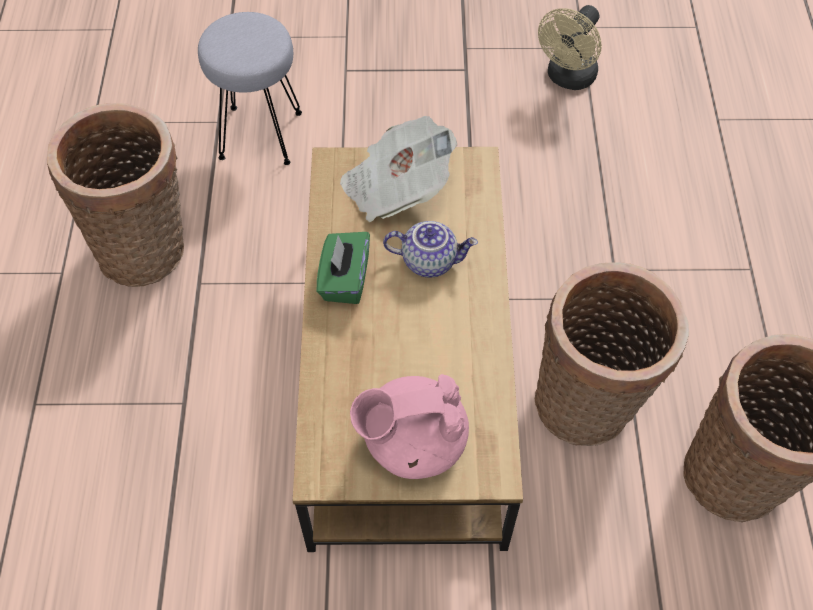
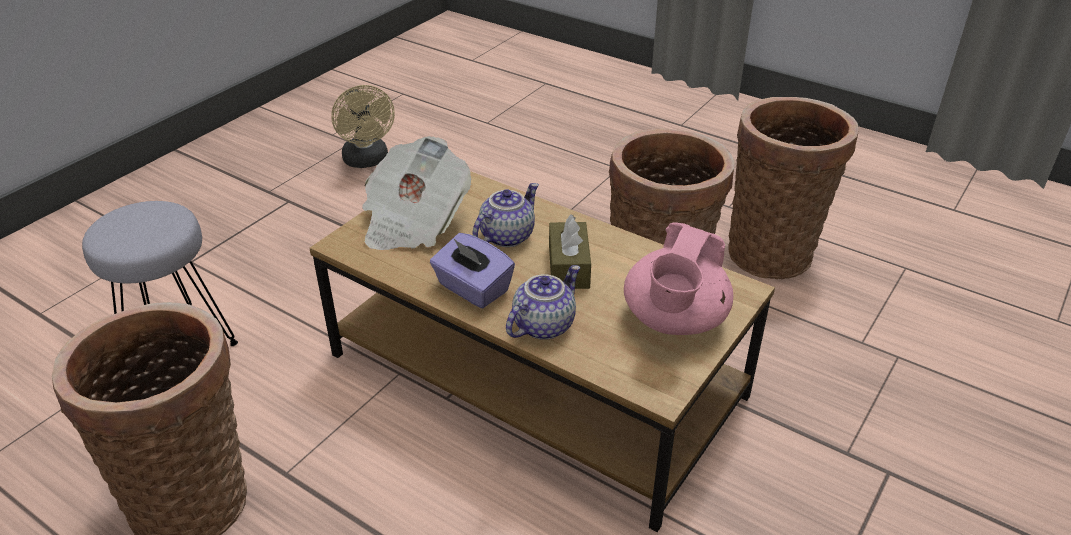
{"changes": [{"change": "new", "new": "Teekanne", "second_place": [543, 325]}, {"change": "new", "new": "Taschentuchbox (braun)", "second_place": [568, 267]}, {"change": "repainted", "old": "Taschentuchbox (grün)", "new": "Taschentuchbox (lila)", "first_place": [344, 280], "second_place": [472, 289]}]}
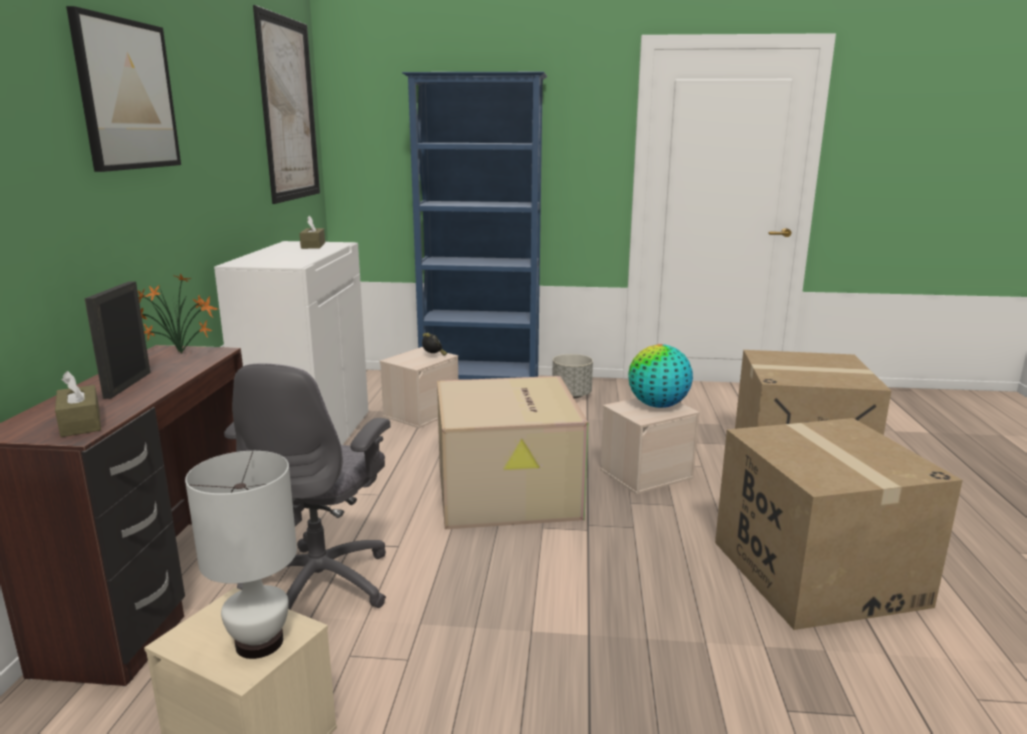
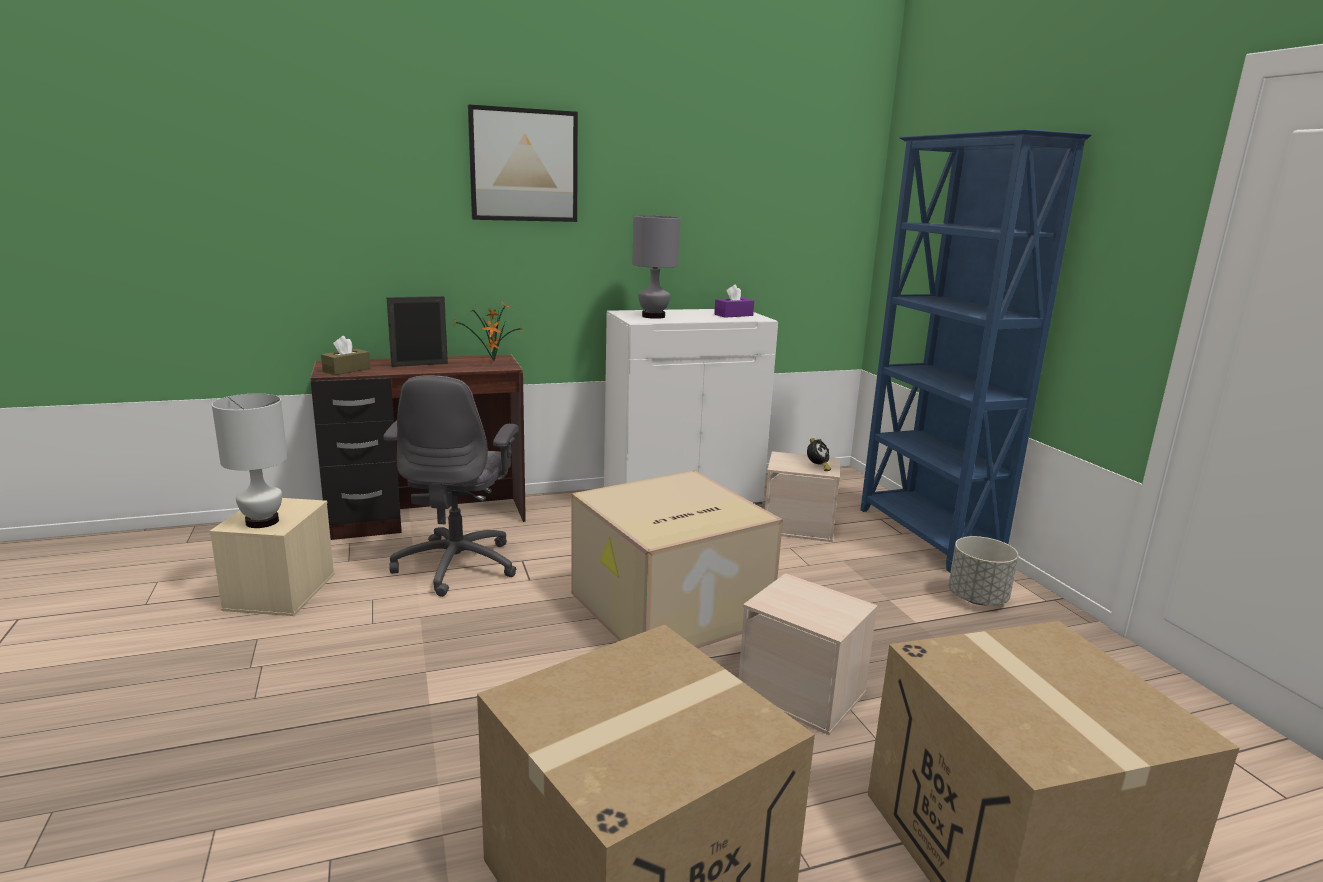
{"changes": [{"change": "gone", "old": "Bild", "first_place": [289, 110]}, {"change": "gone", "old": "Globus", "first_place": [657, 405]}, {"change": "new", "new": "Tischlampe (grau)", "second_place": [653, 316]}, {"change": "repainted", "old": "Taschentuchbox (braun)", "new": "Taschentuchbox (lila)", "first_place": [313, 245], "second_place": [733, 315]}, {"change": "rotated", "old": "Bürostuhl (grau)", "first_place": [321, 584], "second_place": [458, 565], "degrees": -75}]}
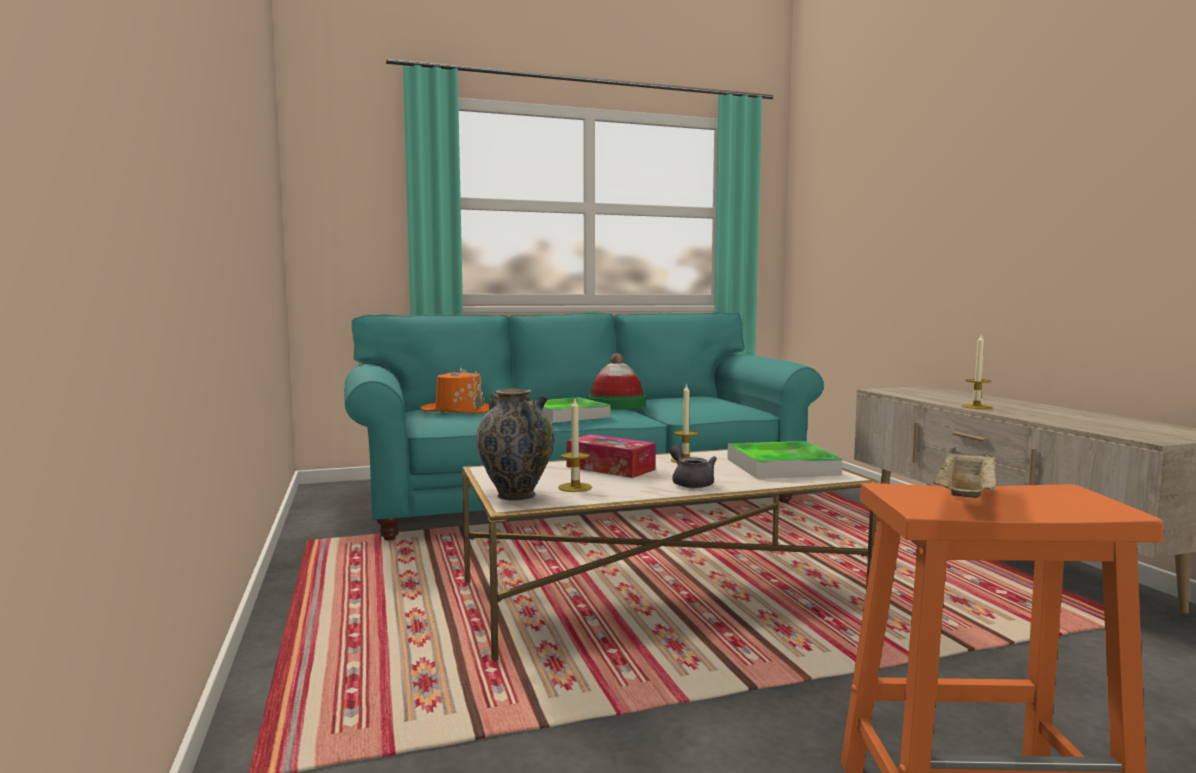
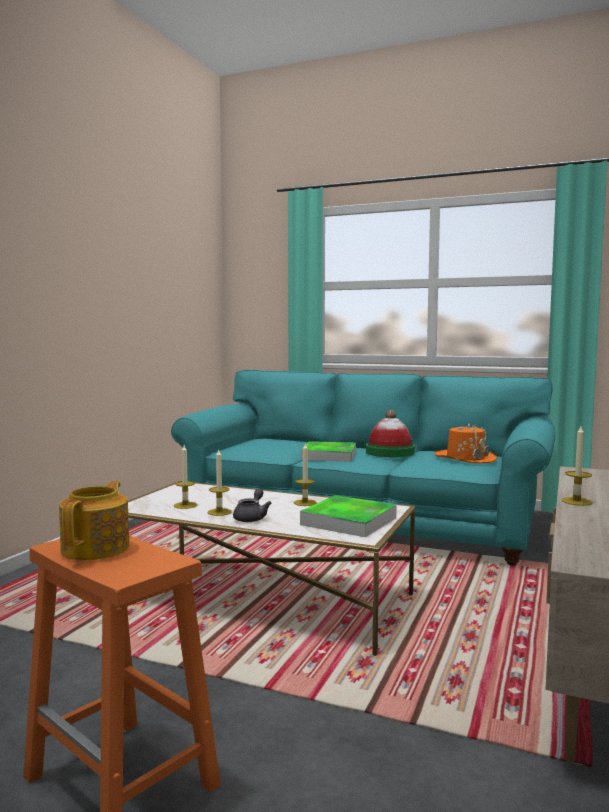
{"changes": [{"change": "gone", "old": "Vase", "first_place": [516, 495]}, {"change": "gone", "old": "Taschentuchbox", "first_place": [610, 468]}, {"change": "new", "new": "Kerze", "second_place": [219, 512]}, {"change": "shifted", "old": "Hut (orange)", "first_place": [458, 410], "second_place": [465, 458]}, {"change": "swapped", "old": "Tablett (beige)", "new": "Teekanne", "first_place": [966, 499], "second_place": [97, 548]}]}
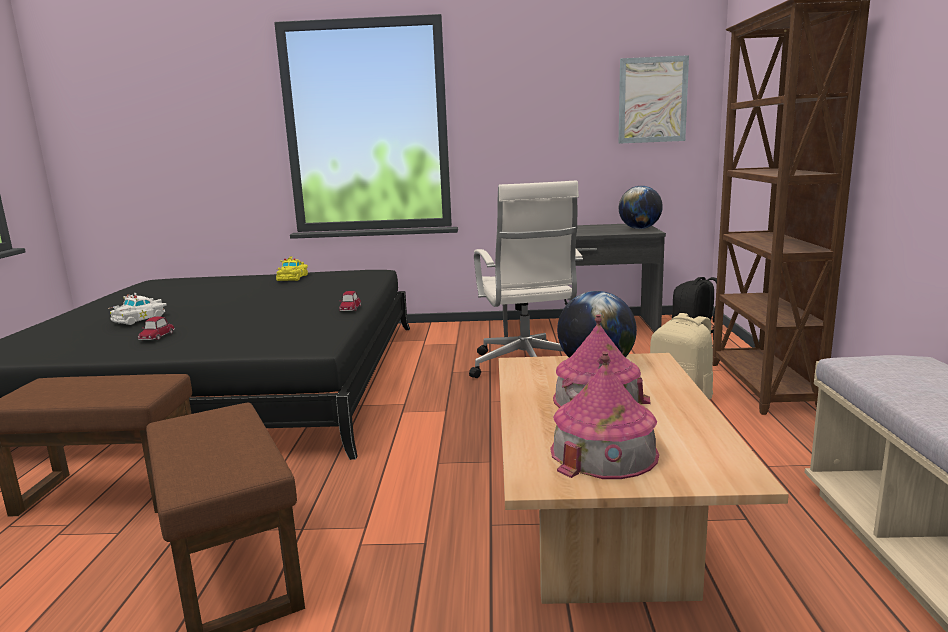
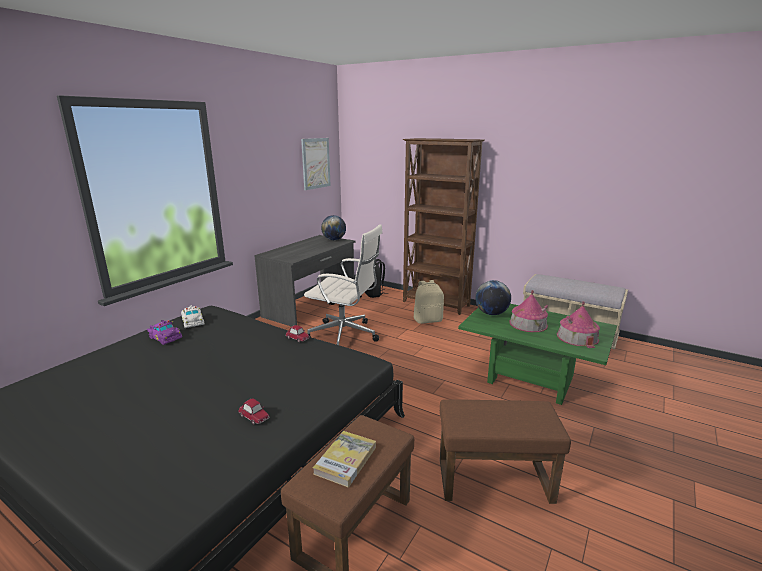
{"changes": [{"change": "new", "new": "Buch", "second_place": [345, 460]}, {"change": "shifted", "old": "Spielzeugauto (weiß)", "first_place": [140, 319], "second_place": [193, 321]}, {"change": "repainted", "old": "Spielzeugauto (gelb)", "new": "Spielzeugauto (lila)", "first_place": [293, 277], "second_place": [165, 337]}, {"change": "repainted", "old": "Couchtisch (beige)", "new": "Couchtisch (grün)", "first_place": [604, 543], "second_place": [530, 379]}]}
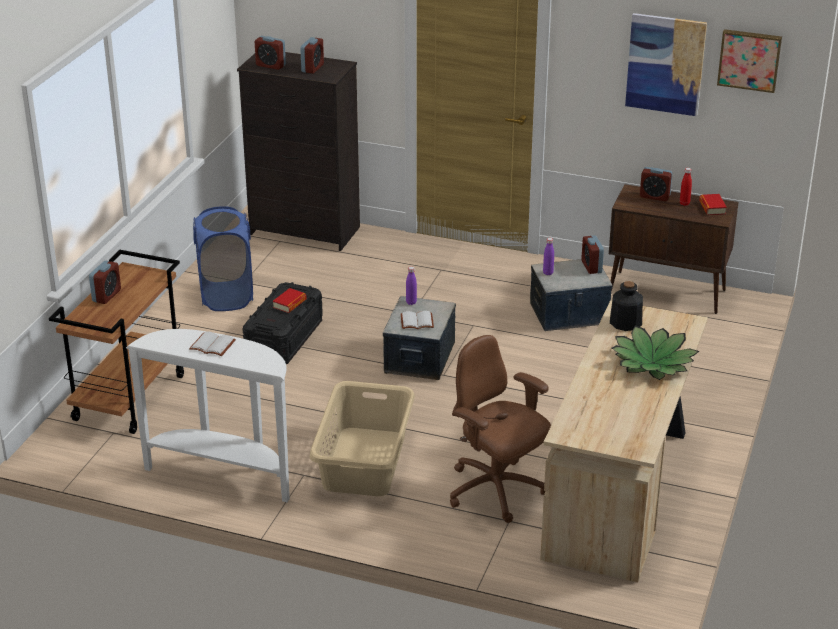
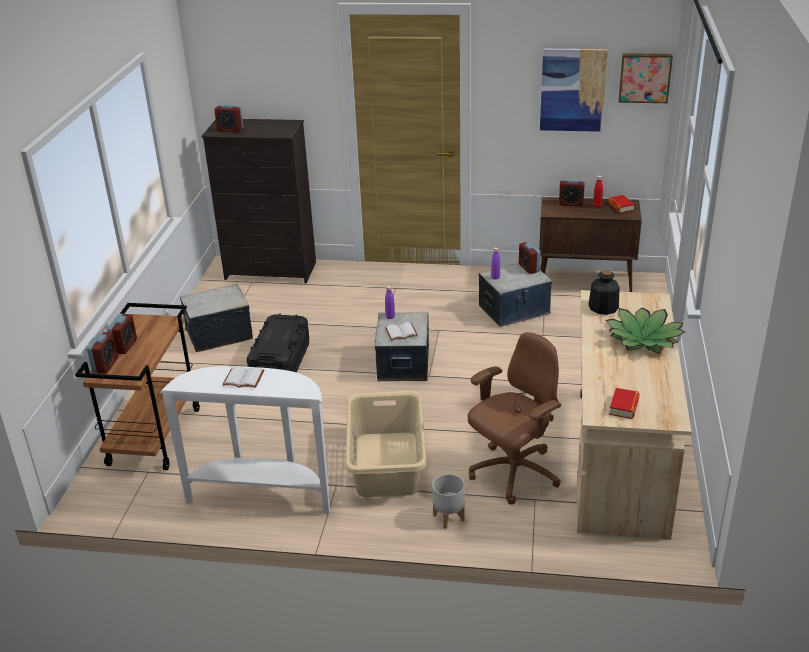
{"changes": [{"change": "new", "new": "Pflanzkübel (grau)", "second_place": [448, 517]}, {"change": "shifted", "old": "Buch", "first_place": [289, 304], "second_place": [624, 407]}, {"change": "shifted", "old": "Wecker", "first_place": [312, 68], "second_place": [105, 365]}, {"change": "swapped", "old": "Wäschekorb (blau)", "new": "Aufbewahrungsbox", "first_place": [226, 296], "second_place": [219, 334]}, {"change": "rotated", "old": "Bürostuhl (braun)", "first_place": [496, 491], "second_place": [513, 473], "degrees": 105}]}
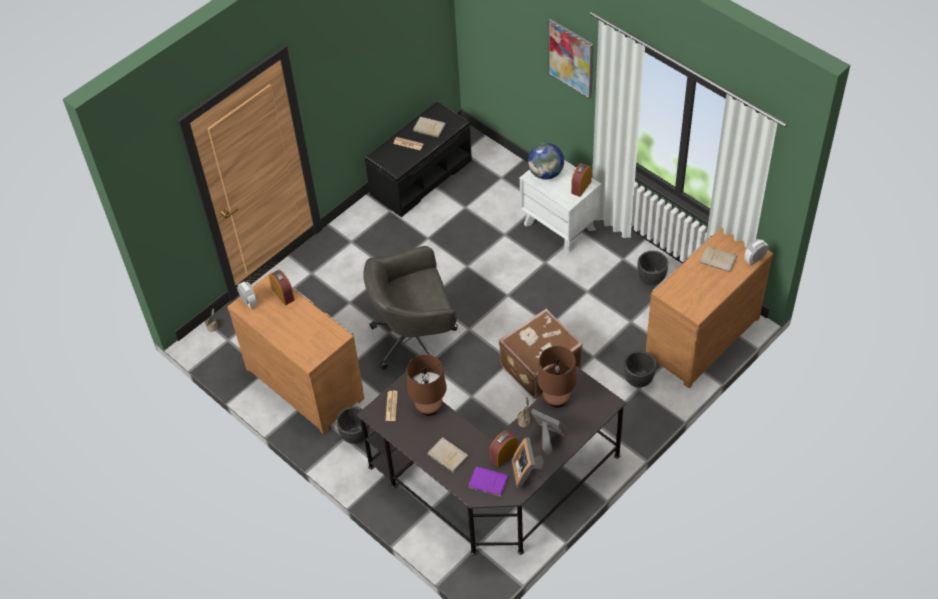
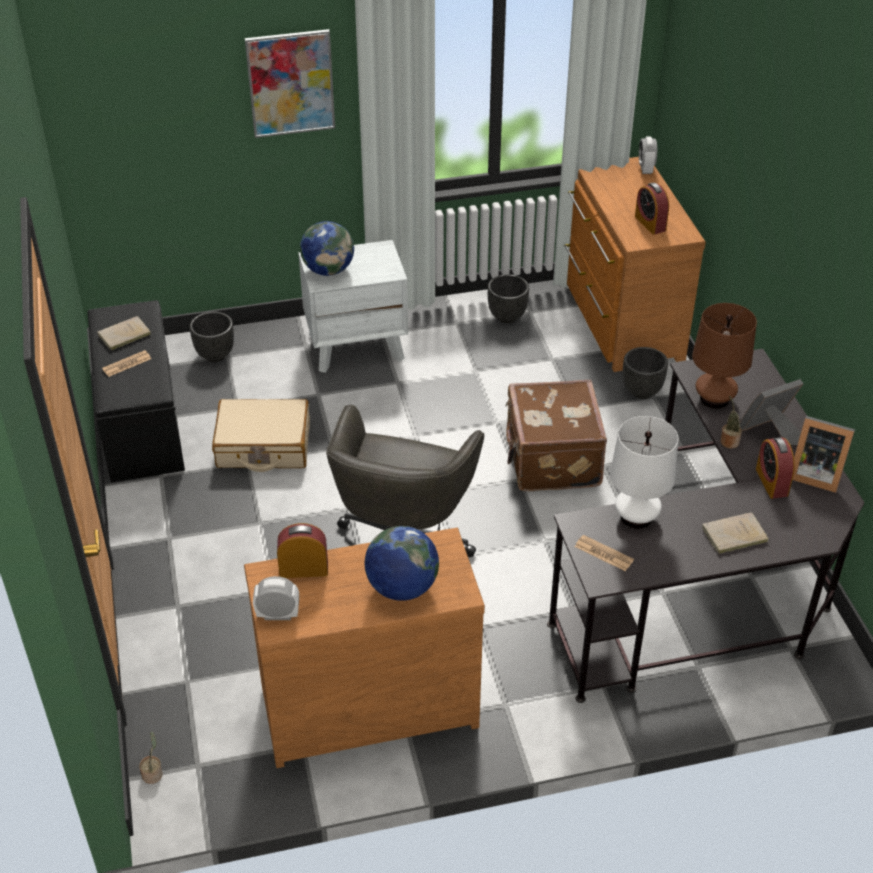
{"changes": [{"change": "gone", "old": "Buch (lila)", "first_place": [487, 482]}, {"change": "gone", "old": "Buch (beige)", "first_place": [719, 260]}, {"change": "new", "new": "Koffer (beige)", "second_place": [263, 446]}, {"change": "new", "new": "Globus", "second_place": [402, 587]}, {"change": "shifted", "old": "Pflanzkübel (schwarz)", "first_place": [355, 436], "second_place": [215, 355]}, {"change": "shifted", "old": "Wecker", "first_place": [581, 187], "second_place": [650, 223]}, {"change": "repainted", "old": "Tischlampe (braun)", "new": "Tischlampe (weiß)", "first_place": [429, 407], "second_place": [636, 517]}]}
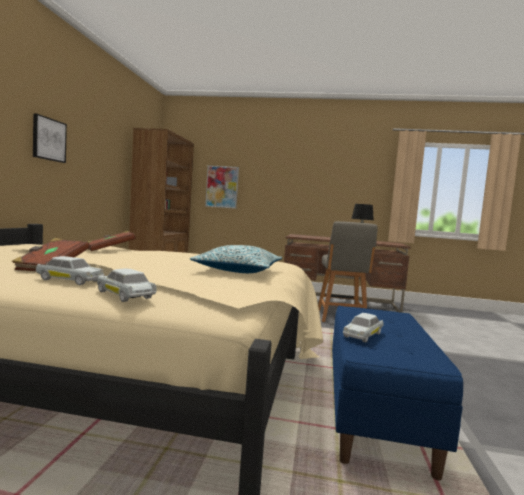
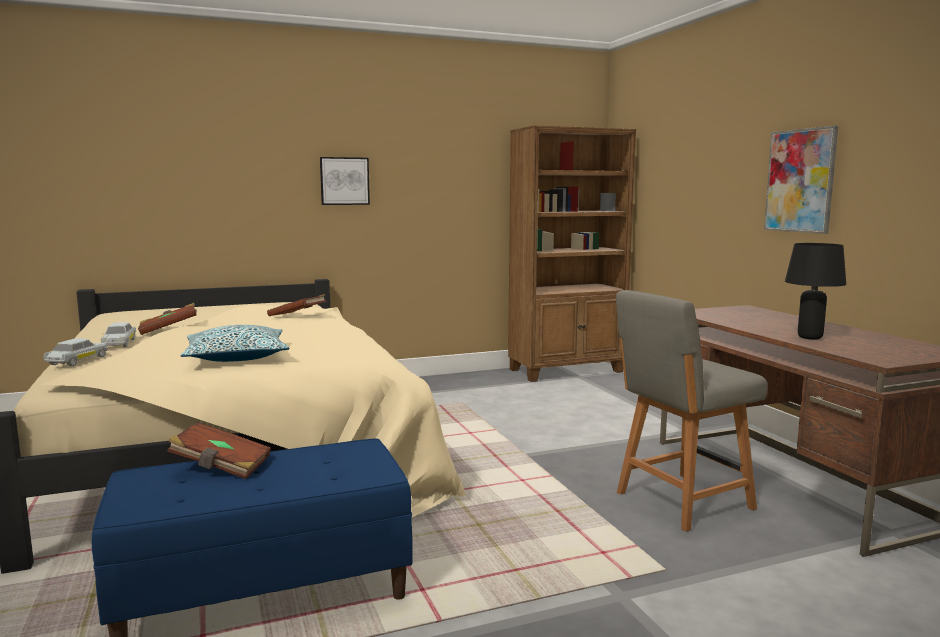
{"changes": [{"change": "shifted", "old": "Bild", "first_place": [222, 187], "second_place": [800, 181]}, {"change": "swapped", "old": "Spielzeugauto (weiß)", "new": "Buch (braun)", "first_place": [363, 335], "second_place": [221, 467]}]}
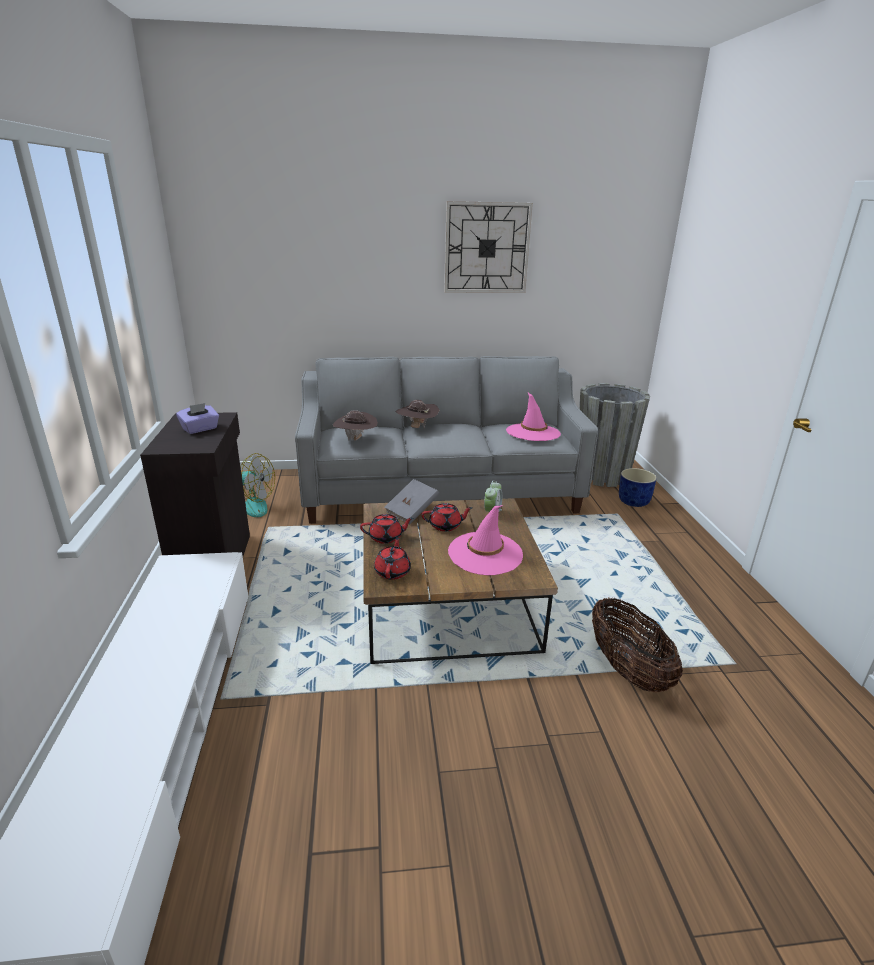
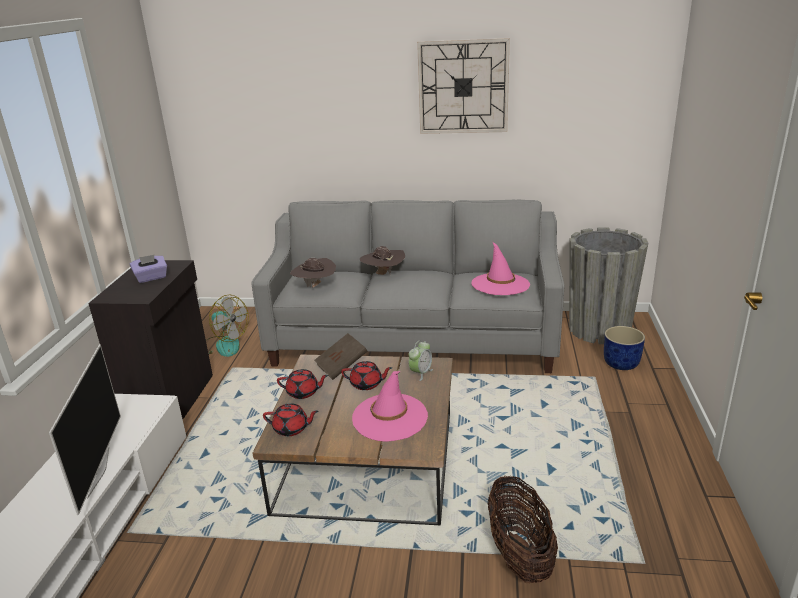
{"changes": [{"change": "new", "new": "Fernseher", "second_place": [97, 472]}, {"change": "repainted", "old": "Buch (grau)", "new": "Buch (braun)", "first_place": [412, 512], "second_place": [341, 366]}, {"change": "rotated", "old": "Teekanne (rot)", "first_place": [393, 571], "second_place": [291, 429], "degrees": 75}]}
